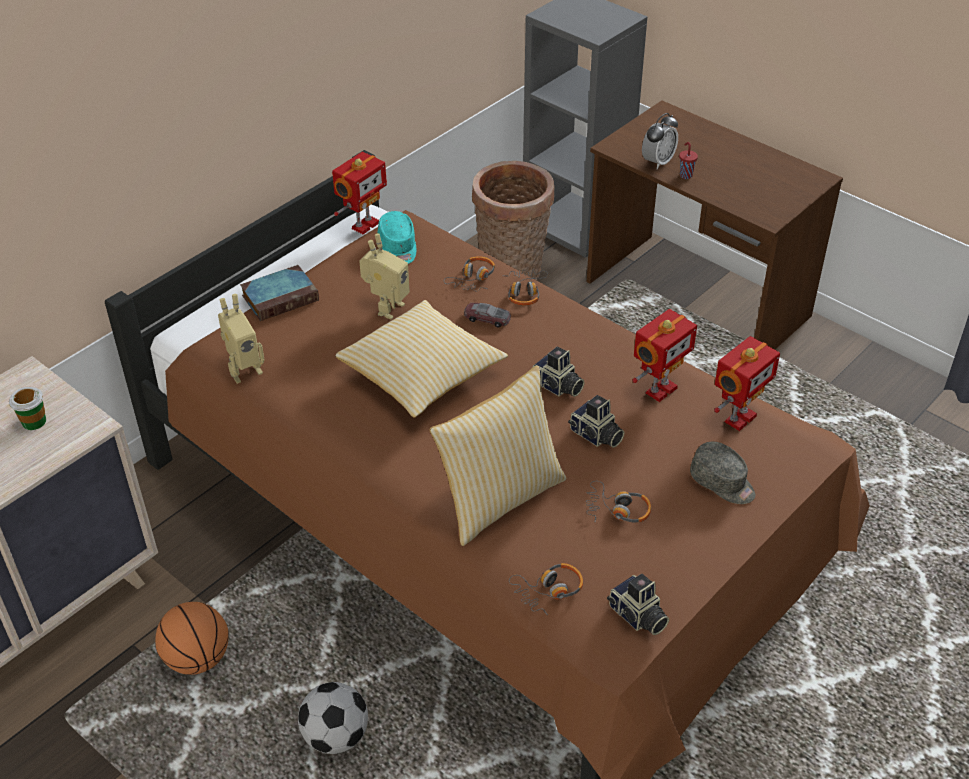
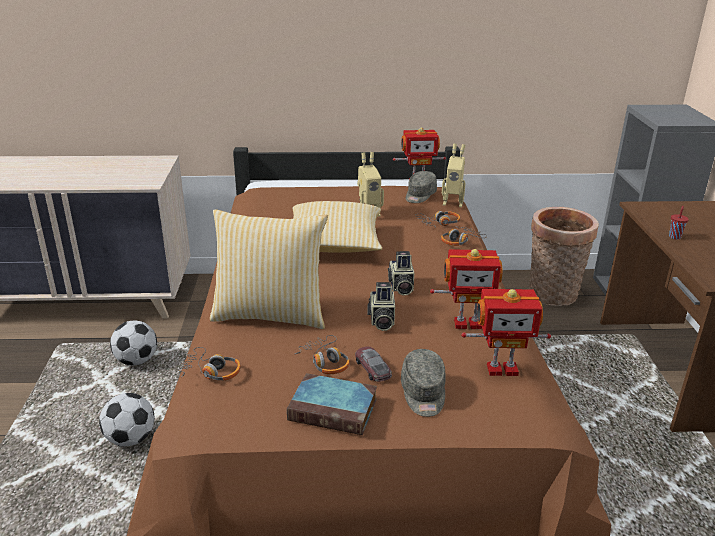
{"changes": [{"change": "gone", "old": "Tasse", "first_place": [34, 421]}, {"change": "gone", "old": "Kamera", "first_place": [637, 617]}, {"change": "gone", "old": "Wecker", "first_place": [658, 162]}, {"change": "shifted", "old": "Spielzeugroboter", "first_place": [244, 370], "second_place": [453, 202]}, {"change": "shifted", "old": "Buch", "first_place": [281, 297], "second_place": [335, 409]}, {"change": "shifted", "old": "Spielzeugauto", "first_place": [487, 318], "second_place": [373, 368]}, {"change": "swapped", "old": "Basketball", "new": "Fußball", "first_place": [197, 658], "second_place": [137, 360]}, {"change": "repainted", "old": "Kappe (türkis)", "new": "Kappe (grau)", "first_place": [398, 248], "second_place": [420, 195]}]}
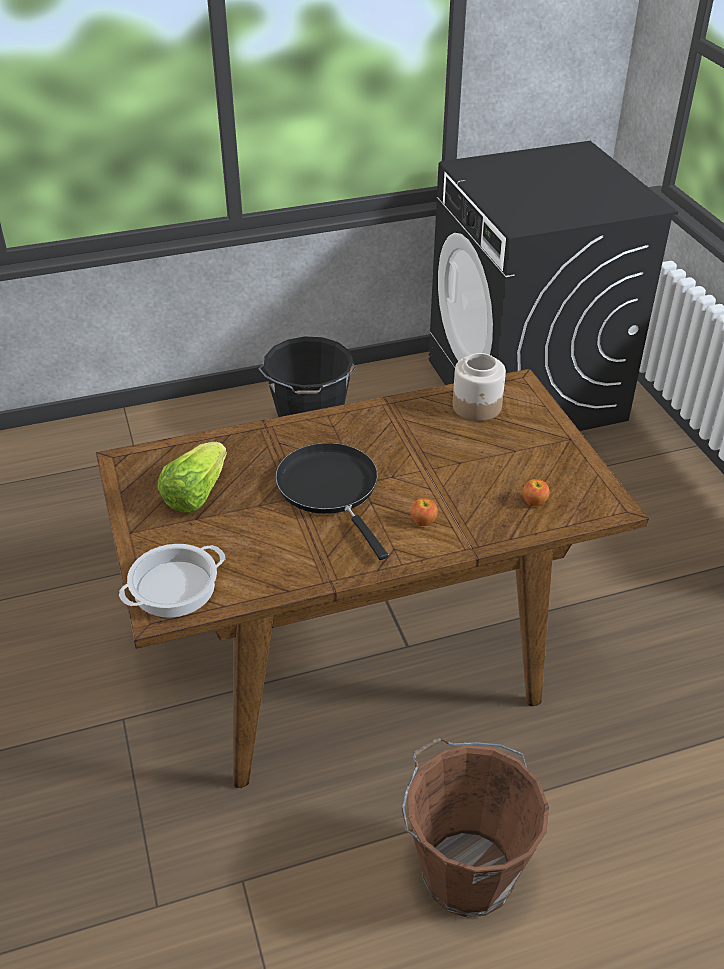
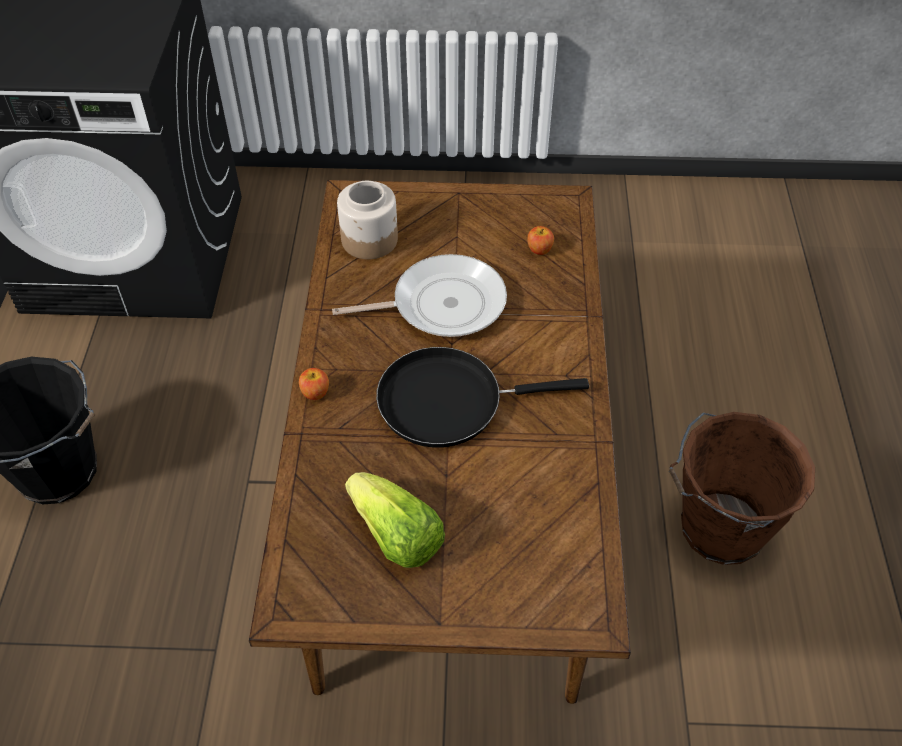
{"changes": [{"change": "gone", "old": "Kochtopf", "first_place": [174, 588]}, {"change": "new", "new": "Pfanne", "second_place": [442, 304]}, {"change": "shifted", "old": "Apfel", "first_place": [423, 521], "second_place": [315, 392]}]}
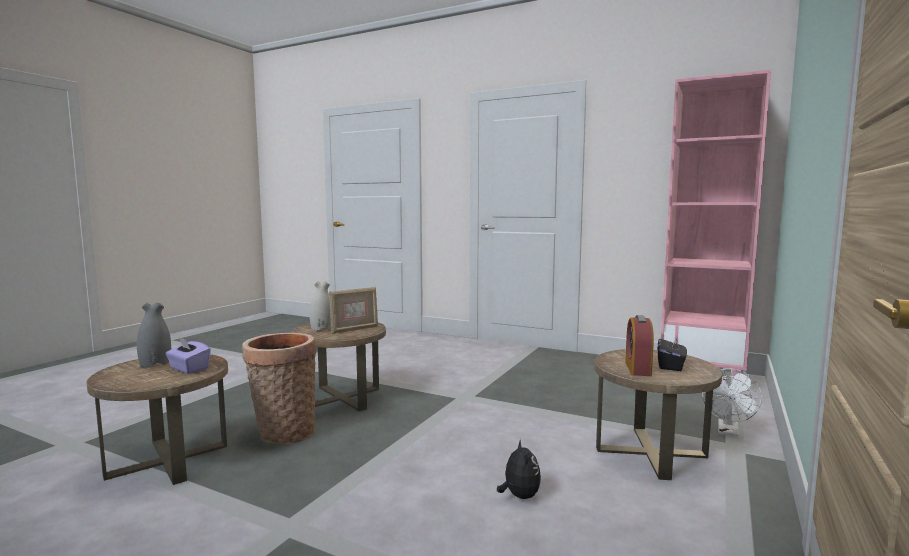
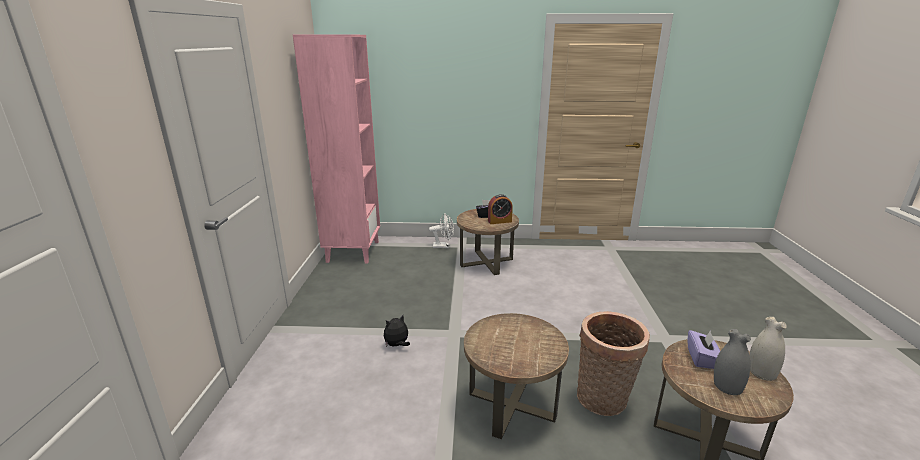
{"changes": [{"change": "gone", "old": "Bilderrahmen", "first_place": [354, 329]}, {"change": "shifted", "old": "Vase (weiß)", "first_place": [322, 330], "second_place": [761, 372]}, {"change": "shifted", "old": "Plüschtier", "first_place": [519, 496], "second_place": [397, 345]}]}
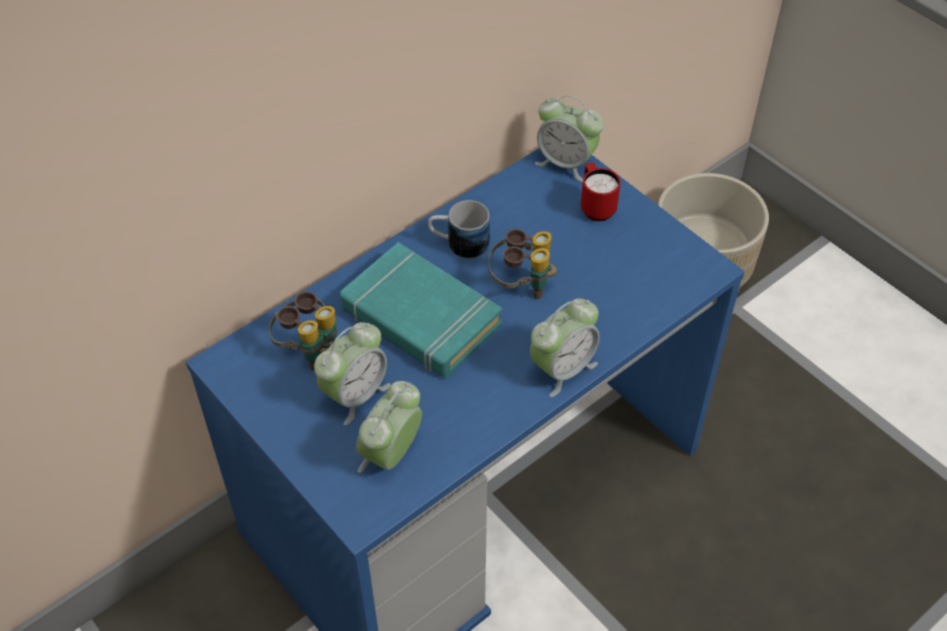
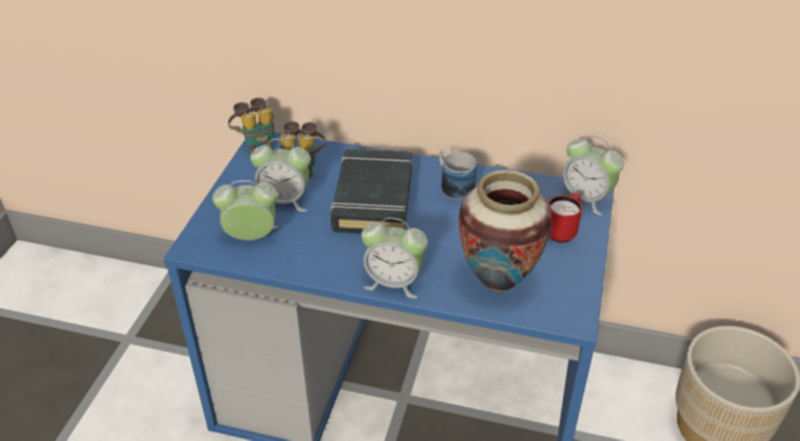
{"changes": [{"change": "new", "new": "Vase", "second_place": [497, 282]}, {"change": "shifted", "old": "Fernglas", "first_place": [521, 285], "second_place": [256, 144]}, {"change": "repainted", "old": "Buch (türkis)", "new": "Buch (schwarz)", "first_place": [420, 318], "second_place": [373, 198]}, {"change": "rotated", "old": "Wecker", "first_place": [566, 163], "second_place": [586, 199], "degrees": -45}]}
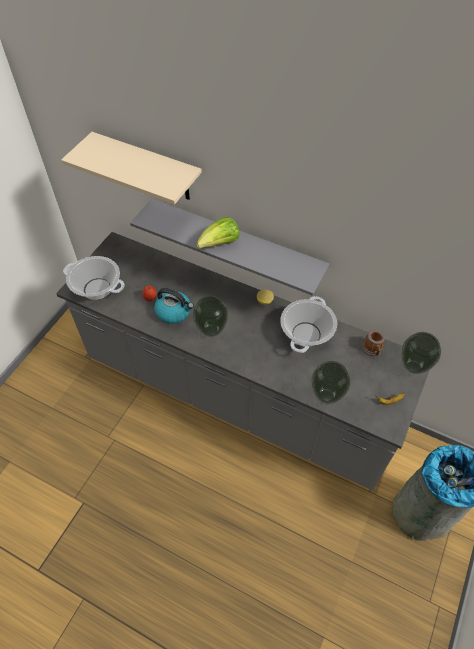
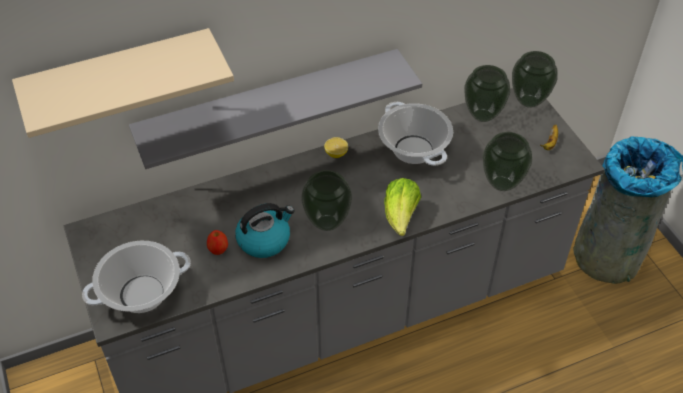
{"changes": [{"change": "shifted", "old": "Salatkopf", "first_place": [220, 244], "second_place": [400, 217]}, {"change": "swapped", "old": "Henkelbecher", "new": "Vase", "first_place": [372, 350], "second_place": [482, 115]}]}
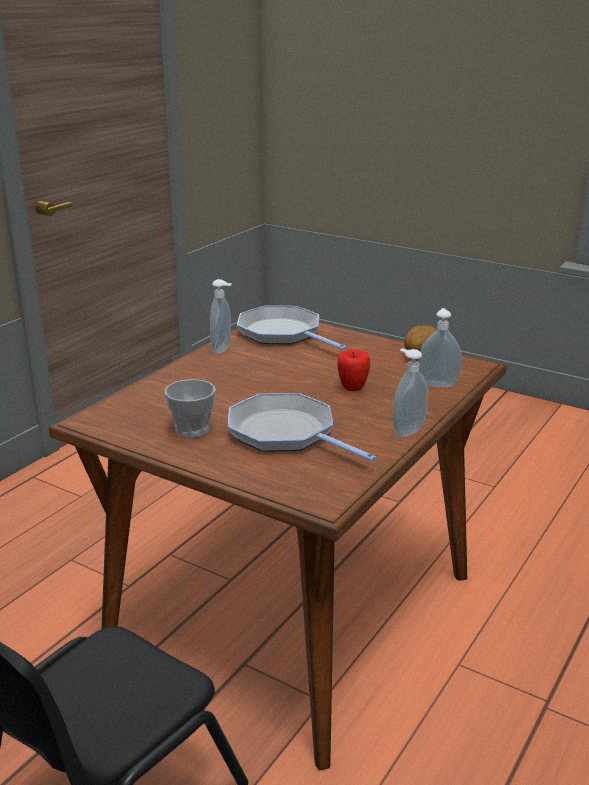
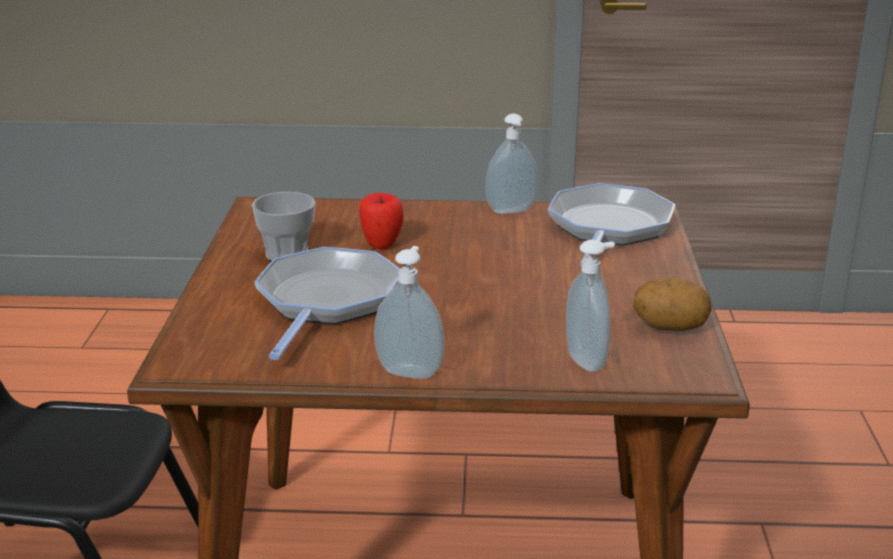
{"changes": [{"change": "shifted", "old": "Apfel", "first_place": [353, 388], "second_place": [382, 245]}]}
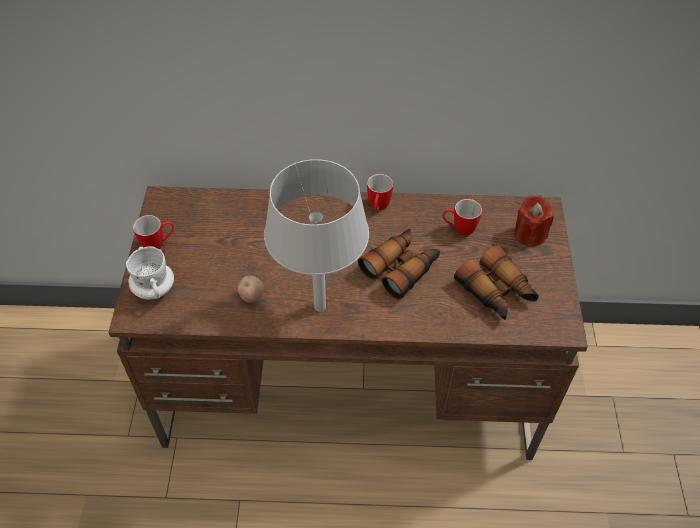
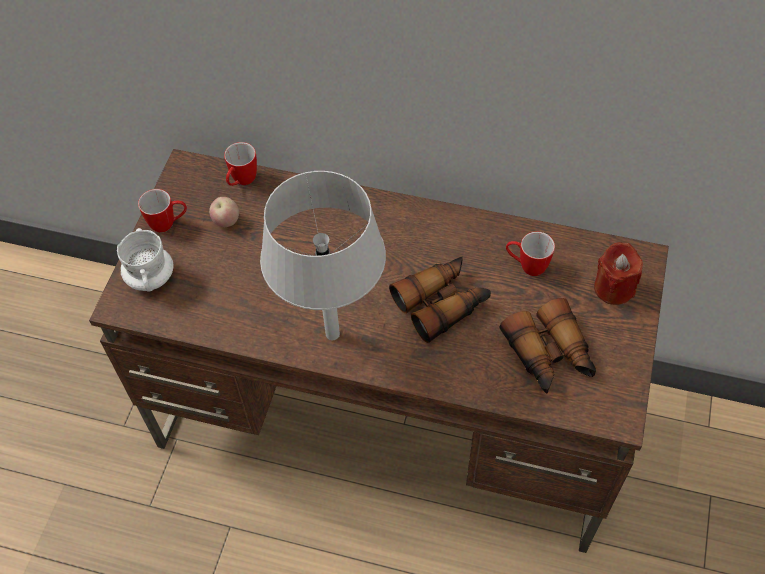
{"changes": [{"change": "shifted", "old": "Apfel", "first_place": [252, 297], "second_place": [226, 221]}, {"change": "shifted", "old": "Henkelbecher", "first_place": [378, 208], "second_place": [241, 182]}]}
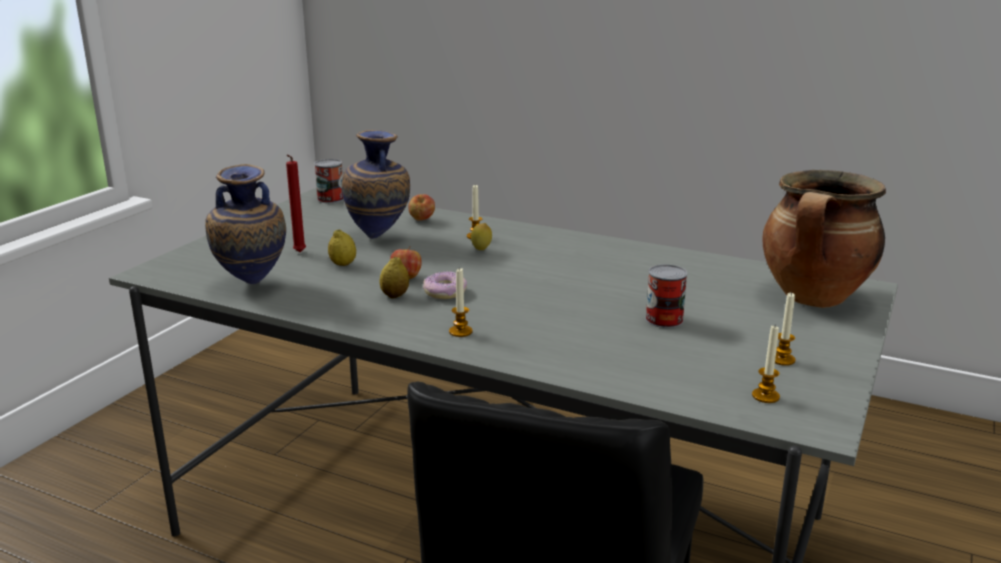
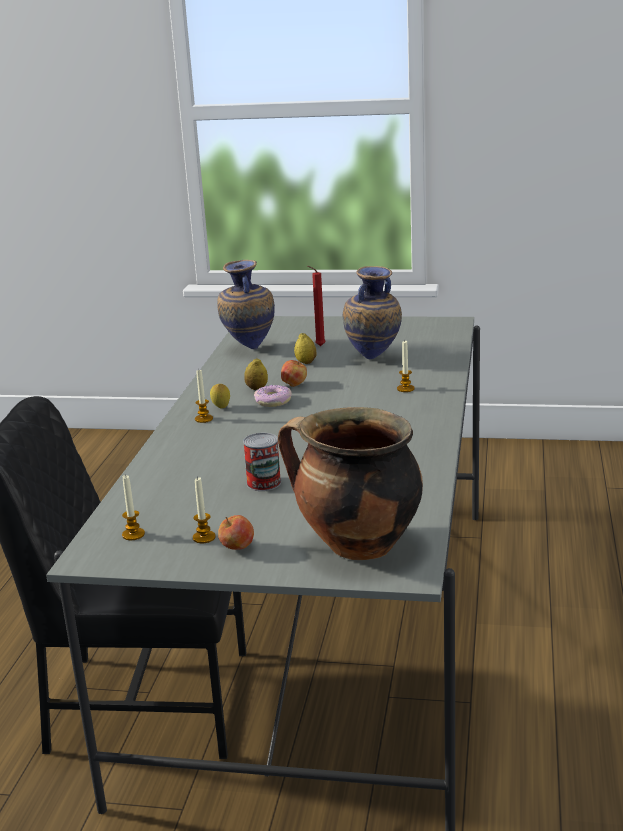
{"changes": [{"change": "gone", "old": "Dose", "first_place": [331, 199]}, {"change": "shifted", "old": "Apfel", "first_place": [422, 220], "second_place": [237, 548]}, {"change": "shifted", "old": "Zitrone", "first_place": [481, 250], "second_place": [221, 408]}]}
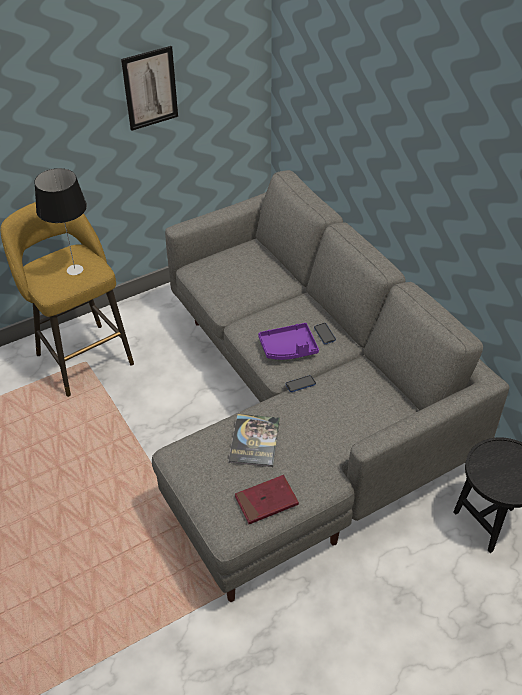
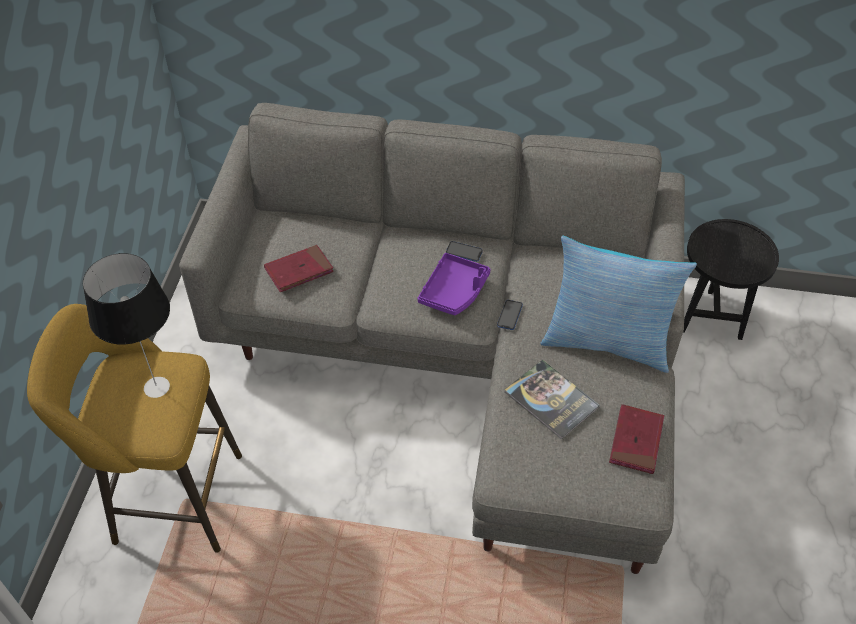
{"changes": [{"change": "gone", "old": "Bild", "first_place": [150, 88]}, {"change": "new", "new": "Buch (rot)", "second_place": [299, 270]}, {"change": "new", "new": "Kissen", "second_place": [606, 341]}]}
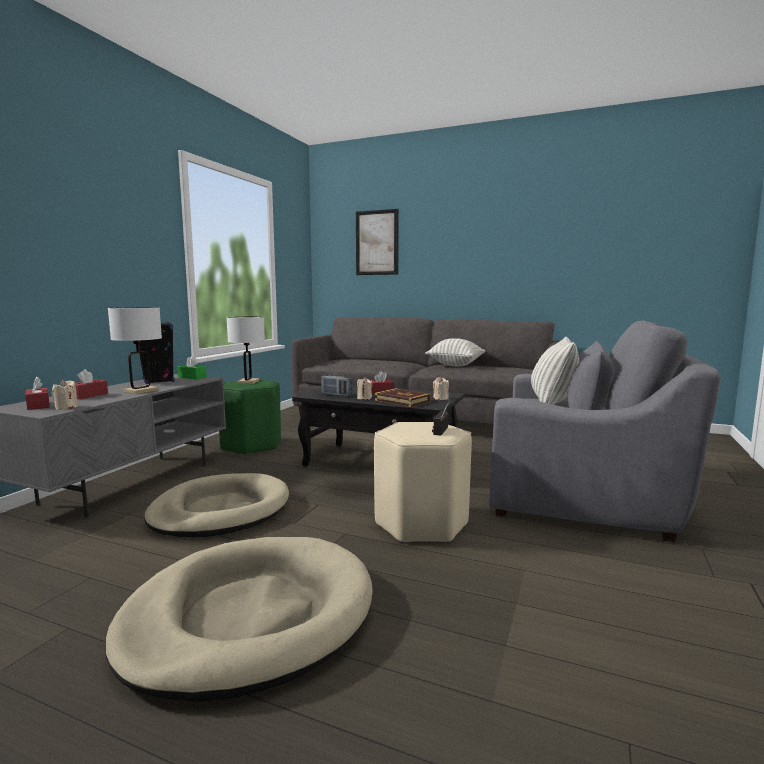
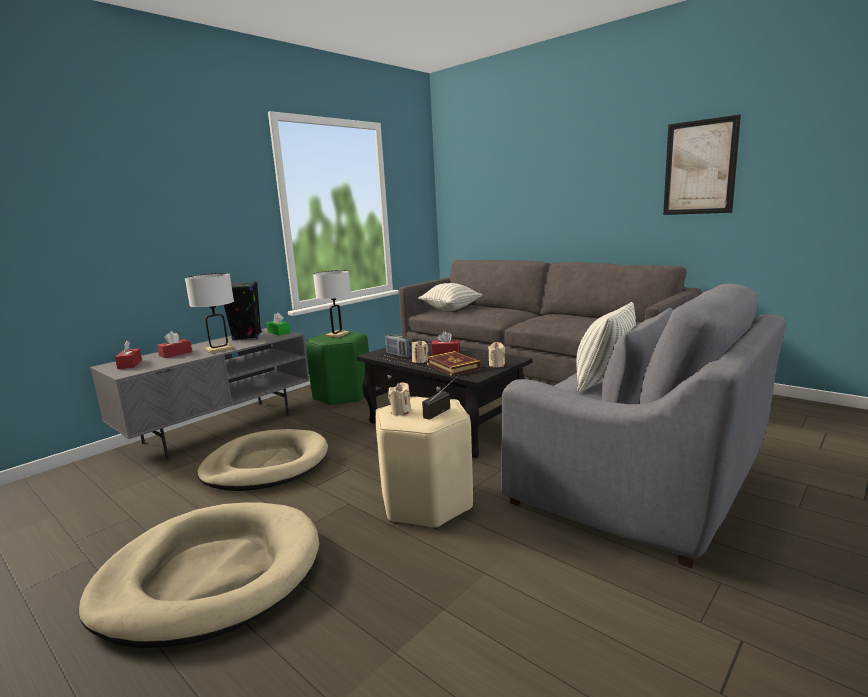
{"changes": [{"change": "shifted", "old": "Kerze (beige)", "first_place": [66, 408], "second_place": [400, 412]}, {"change": "shifted", "old": "Bild", "first_place": [377, 242], "second_place": [700, 167]}, {"change": "shifted", "old": "Kissen", "first_place": [455, 365], "second_place": [450, 309]}]}
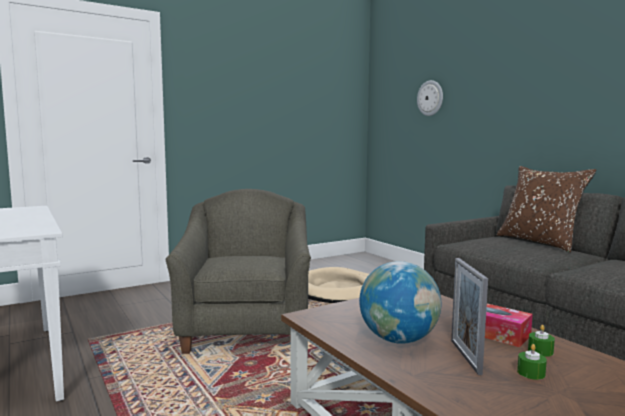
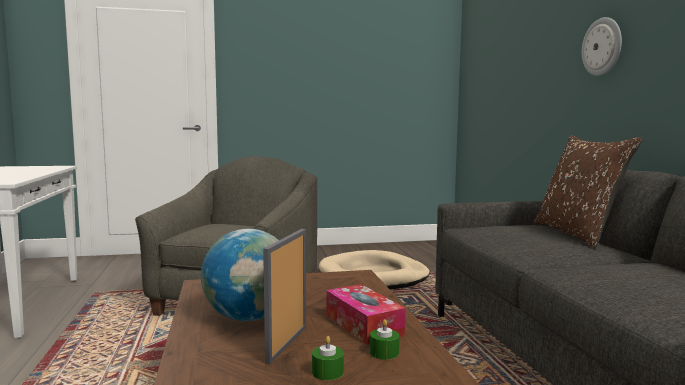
{"changes": [{"change": "shifted", "old": "Wanduhr", "first_place": [430, 98], "second_place": [602, 47]}]}
